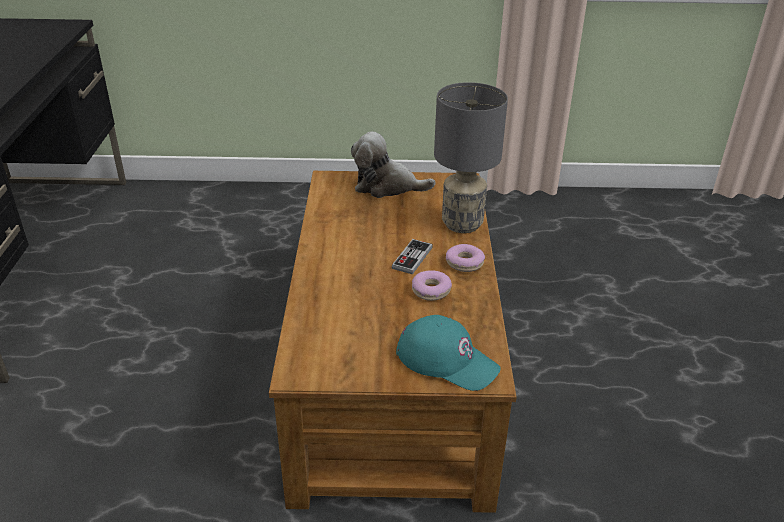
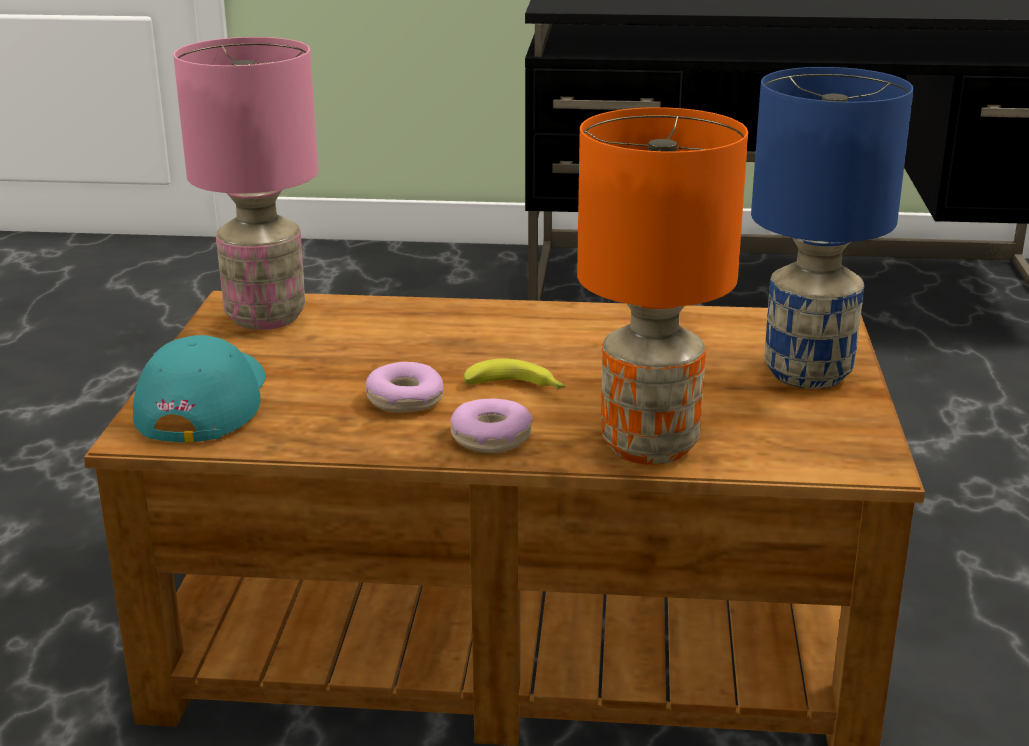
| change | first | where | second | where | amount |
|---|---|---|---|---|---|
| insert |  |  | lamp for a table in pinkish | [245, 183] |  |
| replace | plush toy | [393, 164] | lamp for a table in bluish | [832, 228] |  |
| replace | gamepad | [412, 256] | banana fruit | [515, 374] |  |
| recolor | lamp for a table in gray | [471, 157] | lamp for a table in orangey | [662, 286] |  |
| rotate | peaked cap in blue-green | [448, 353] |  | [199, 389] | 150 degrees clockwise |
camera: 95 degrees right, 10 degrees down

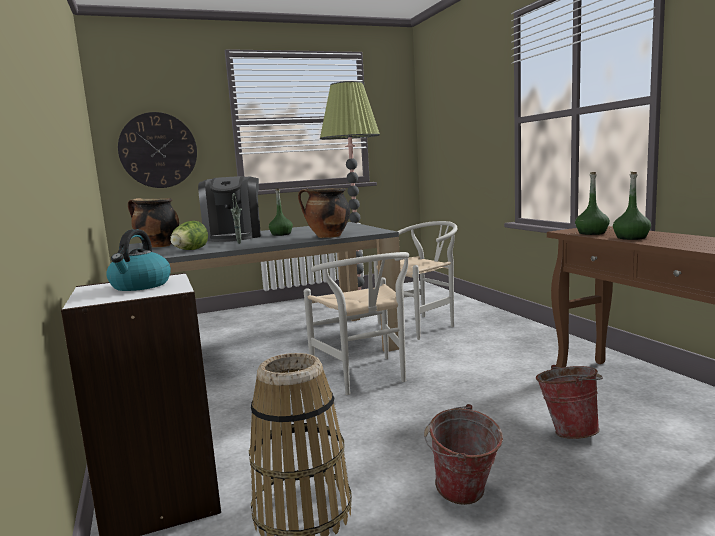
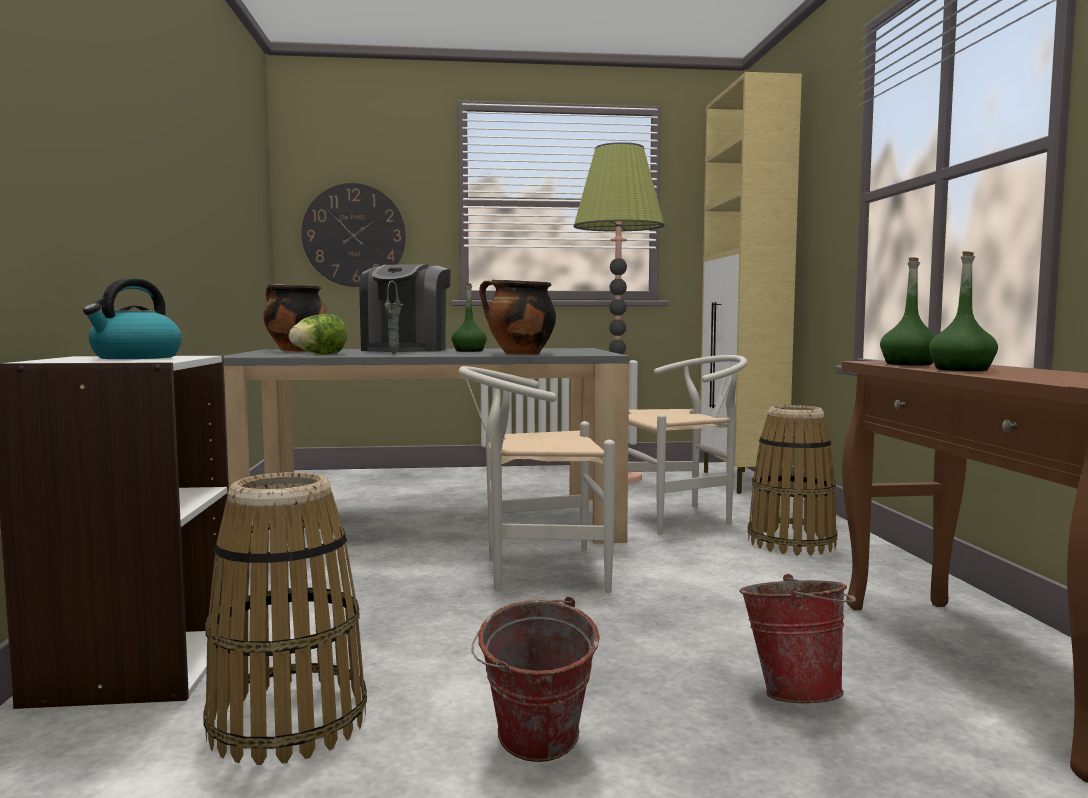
| change | first | where | second | where | amount |
|---|---|---|---|---|---|
| insert |  |  | storage cabinet in sand-coloured | [751, 283] |  |
| insert |  |  | storage basket | [792, 480] |  |
| rotate | upright chair in white | [356, 323] |  | [537, 479] | 90 degrees clockwise |
camera: 15 degrees right, 5 degrees down

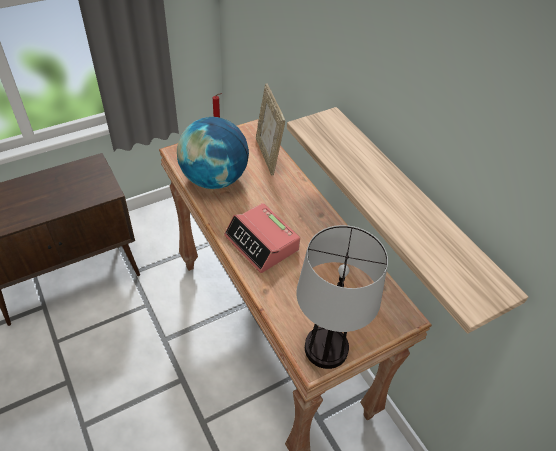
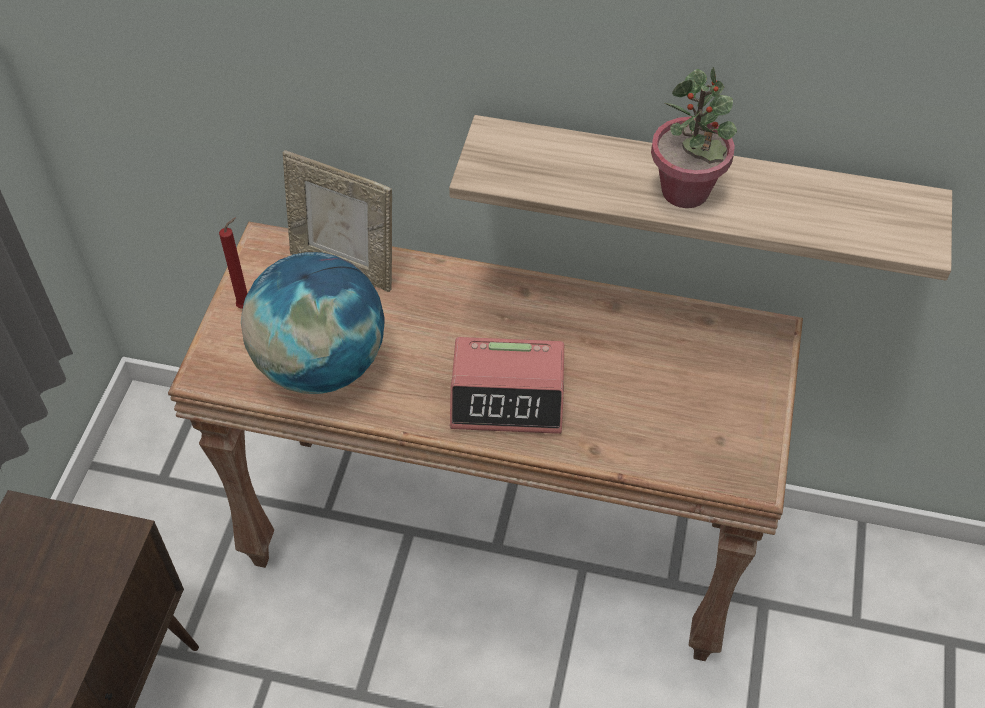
| change | first | where | second | where | amount |
|---|---|---|---|---|---|
| delete | lamp for a table | [342, 297] |  |  |  |
| insert |  |  | houseplant | [694, 137] |  |
camera: 45 degrees left, 5 degrees up

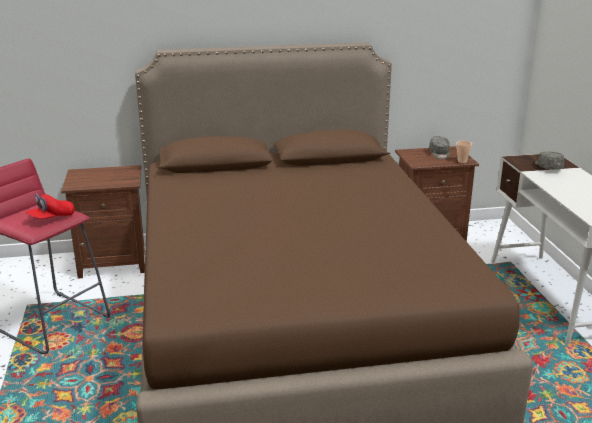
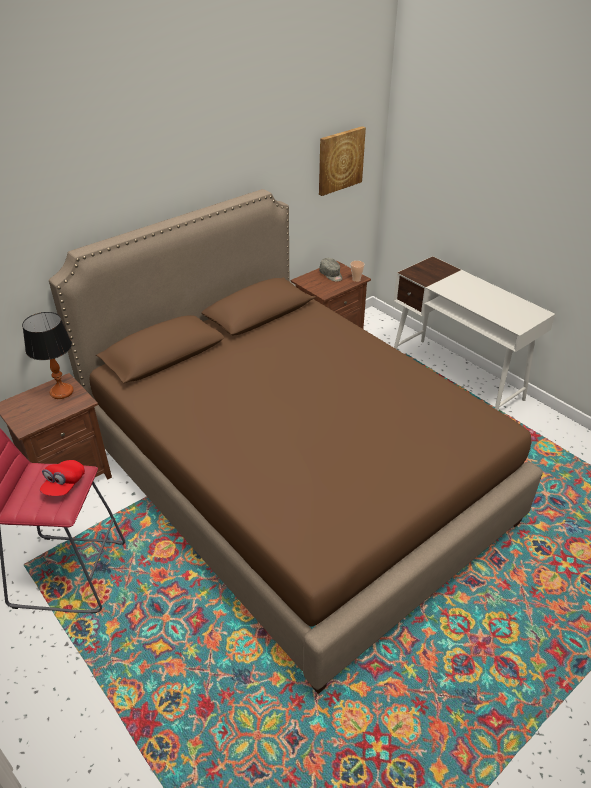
| change | first | where | second | where | amount |
|---|---|---|---|---|---|
| delete | peaked cap in gray | [549, 160] |  |  |  |
| insert |  |  | lamp for a table | [48, 355] |  |
| insert |  |  | wall picture | [342, 161] |  |
camera: 30 degrees left, 15 degrees up

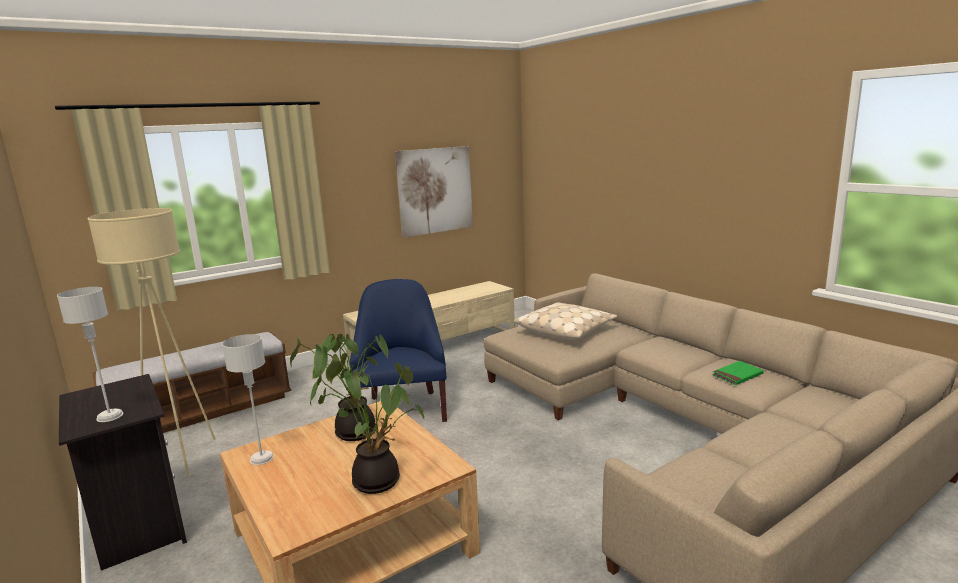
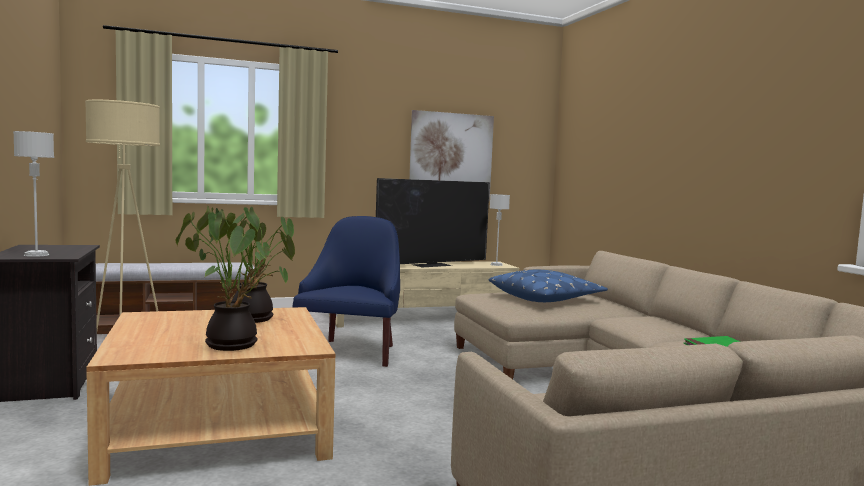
| change | first | where | second | where | amount |
|---|---|---|---|---|---|
| insert |  |  | TV set | [433, 223] |  |
| move | lamp for a table in gray | [248, 399] |  | [500, 230] |  |
| recolor | pillow in sand-coloured | [565, 321] | pillow in bluish | [548, 286] |  |
camera: 15 degrees right, 10 degrees down

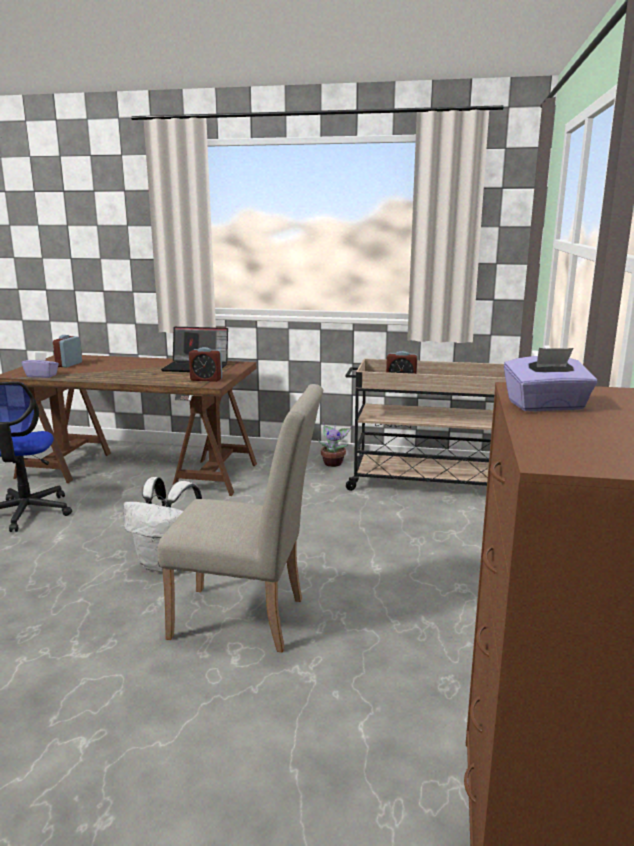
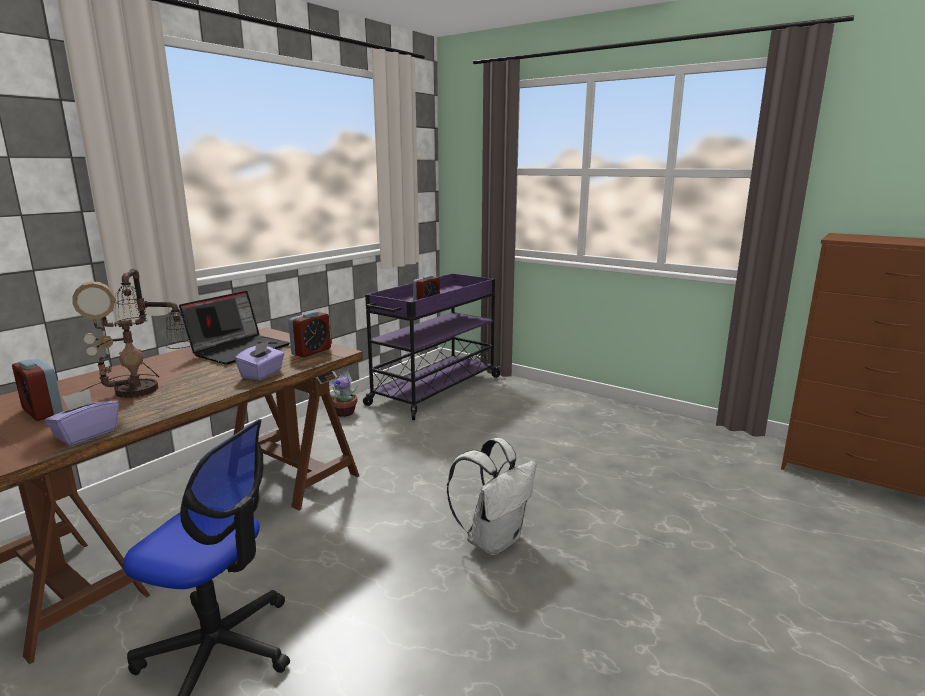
| change | first | where | second | where | amount |
|---|---|---|---|---|---|
| delete | upright chair in sand-coloured | [240, 518] |  |  |  |
| insert |  |  | lamp for a table | [133, 333] |  |
| move | tissue holder in purplish | [550, 380] |  | [259, 360] |  |
| recolor | trolley in sand-coloured | [425, 425] | trolley in purplish | [431, 346] |  |
camera: 65 degrees left, 0 degrees up

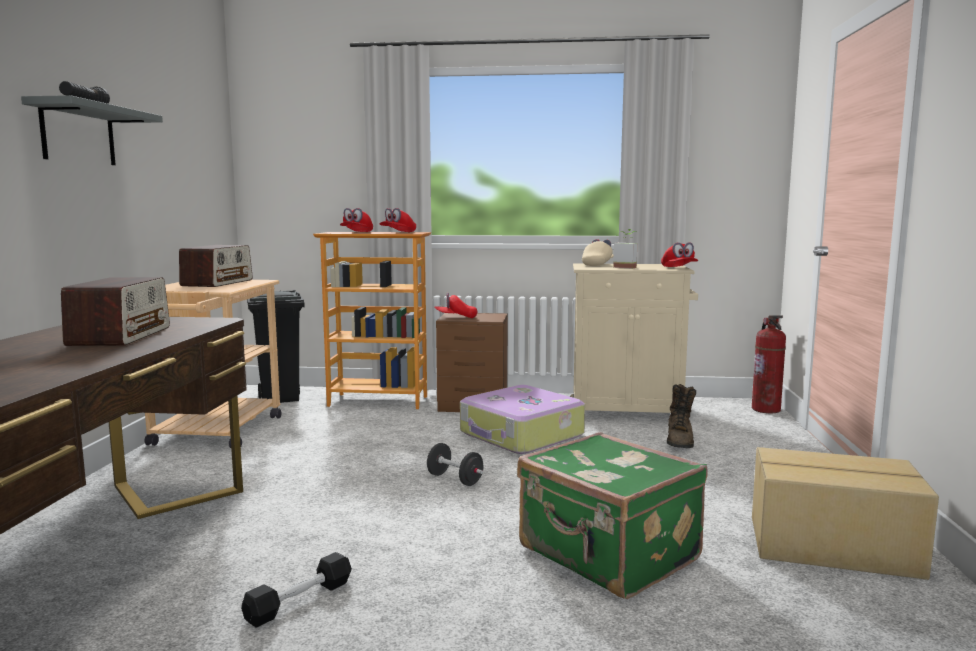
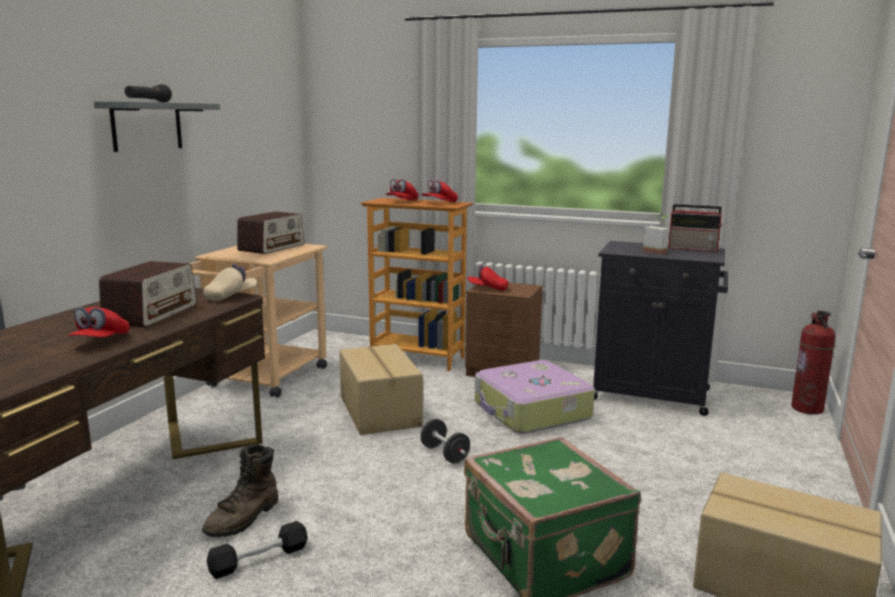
| change | first | where | second | where | amount |
|---|---|---|---|---|---|
| delete | waste bin in black | [276, 346] |  |  |  |
| insert |  |  | cardboard box | [381, 389] |  |
| insert |  |  | radio set | [695, 228] |  |
| move | peaked cap in sand-coloured | [598, 252] |  | [230, 282] |  |
| move | peaked cap in red-coloured | [679, 254] |  | [98, 322] |  |
| move | tall boot in brown-coloured | [681, 416] |  | [240, 490] |  |
| recolor | storage cabinet in sand-coloured | [634, 338] | storage cabinet in black | [660, 328] |  |
camera: 15 degrees right, 5 degrees up

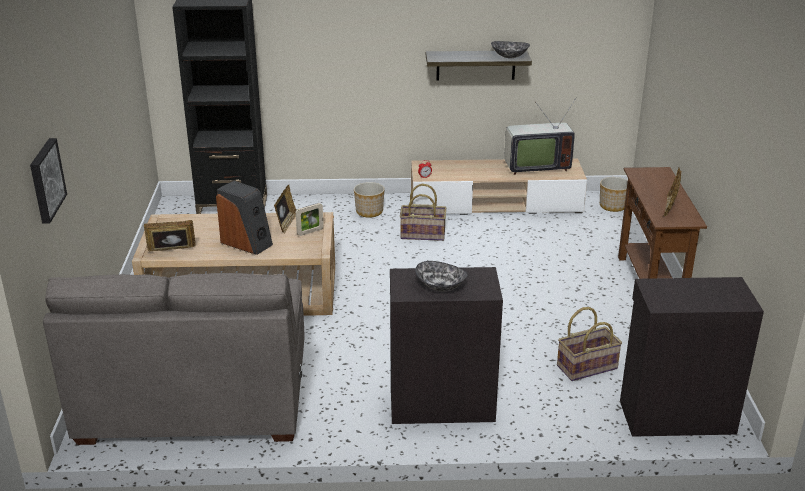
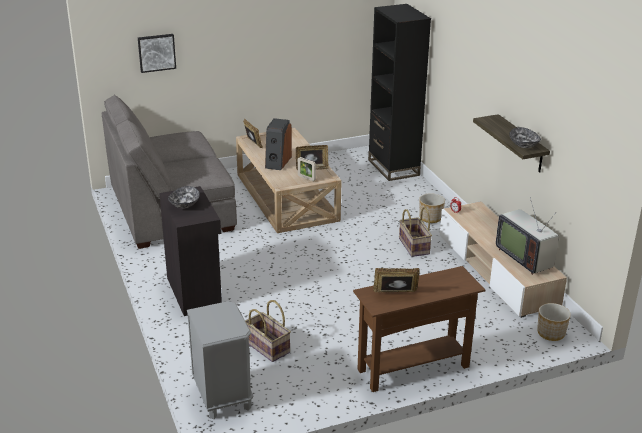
| change | first | where | second | where | amount |
|---|---|---|---|---|---|
| replace | storage cabinet in black | [692, 357] | nightstand in gray | [220, 360] |  |
camera: 70 degrees right, 0 degrees up

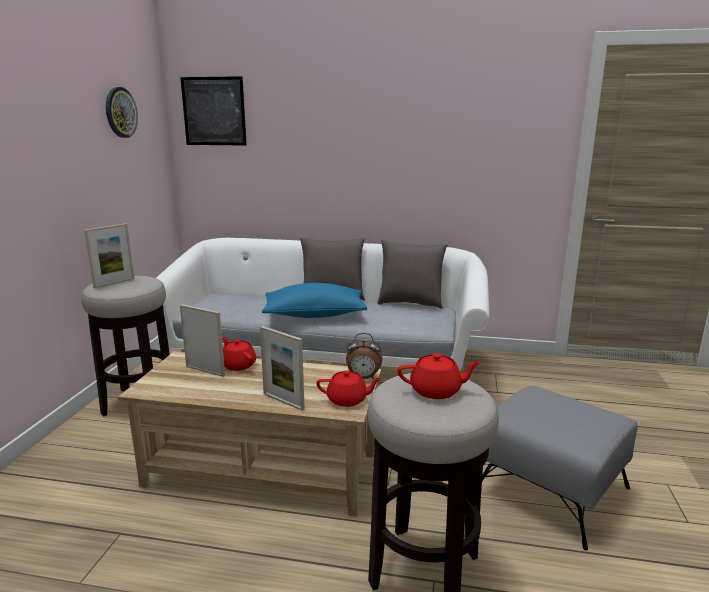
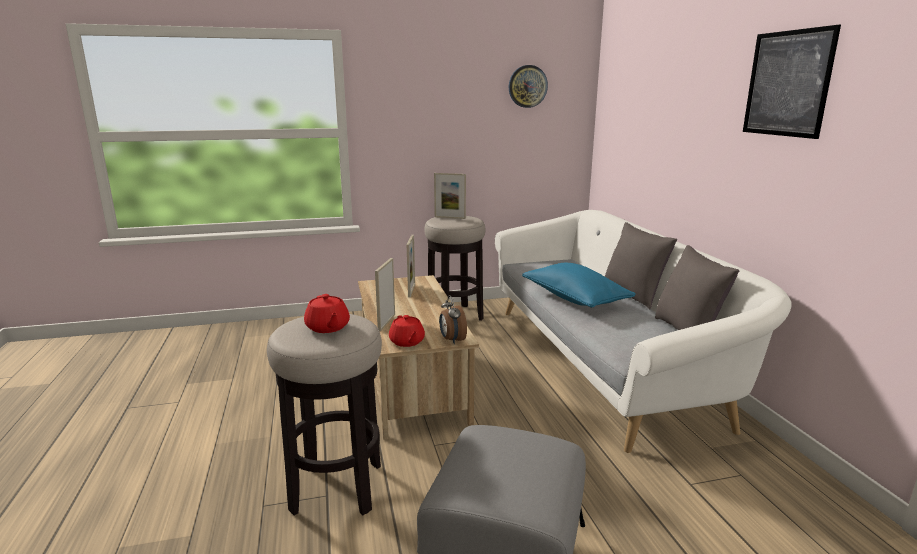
| change | first | where | second | where | amount |
|---|---|---|---|---|---|
| delete | tea pot in red-coloured | [239, 354] |  |  |  |
| move | wall picture | [213, 111] |  | [792, 82] |  |
camera: 65 degrees right, 0 degrees up

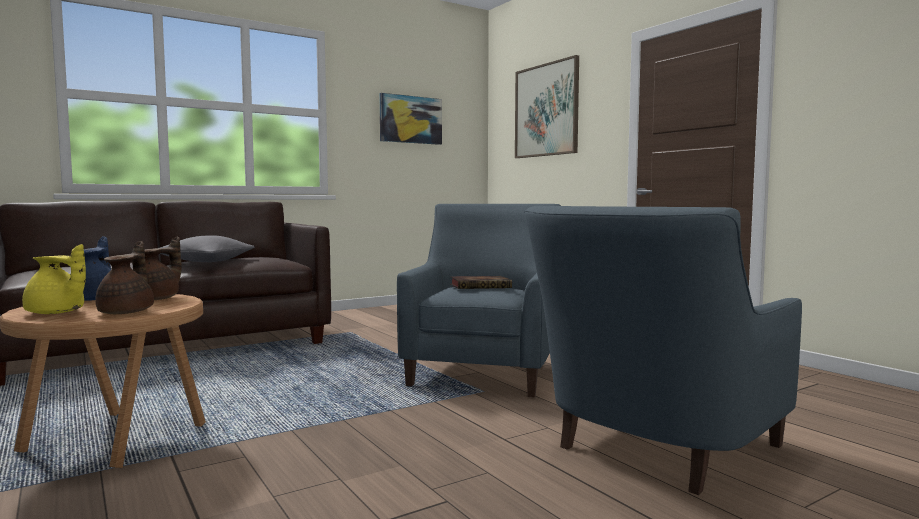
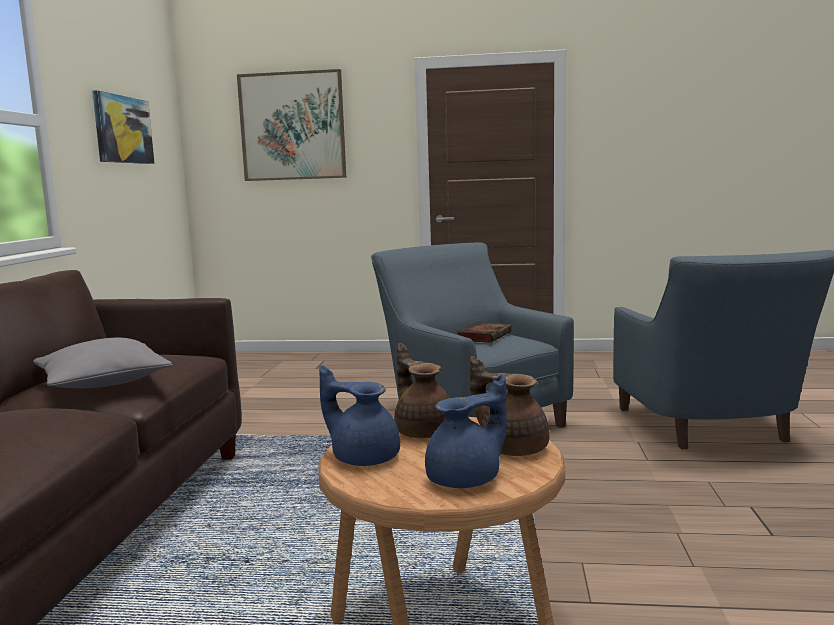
| change | first | where | second | where | amount |
|---|---|---|---|---|---|
| recolor | tea pot in yellowish | [54, 279] | tea pot in bluish | [466, 431] |  |
camera: 50 degrees left, 5 degrees up

